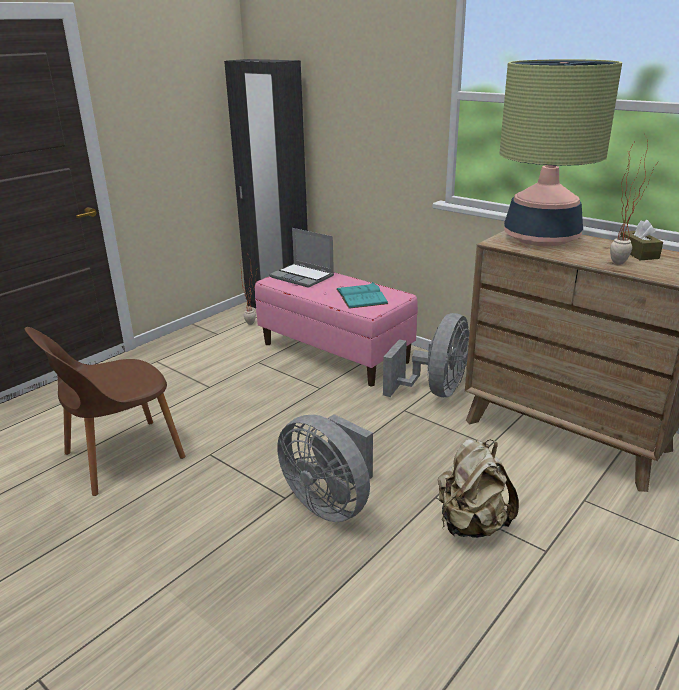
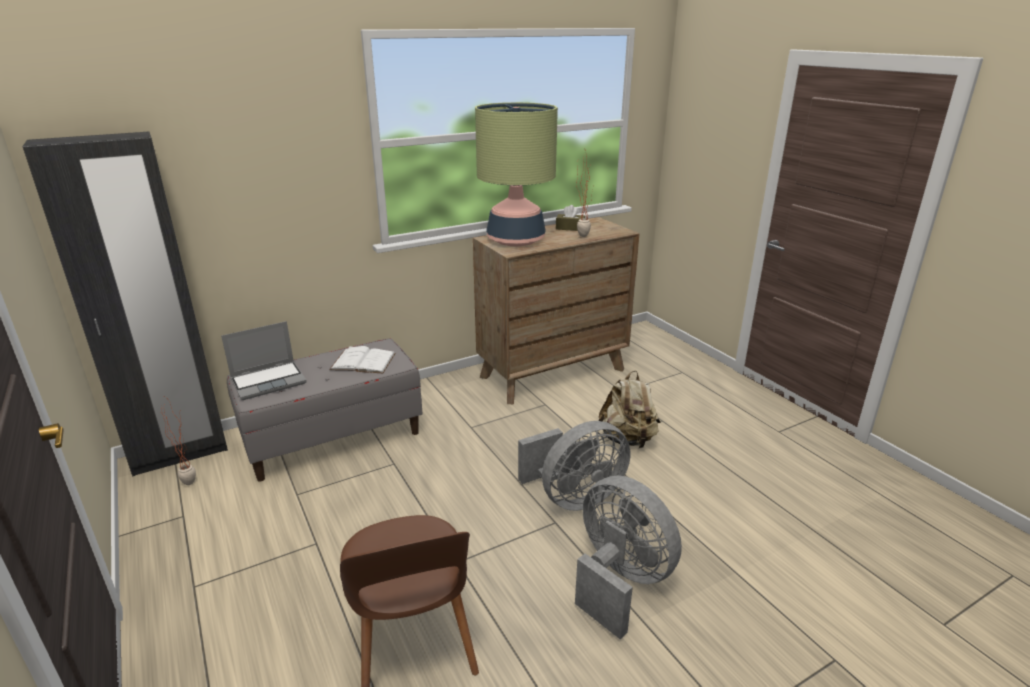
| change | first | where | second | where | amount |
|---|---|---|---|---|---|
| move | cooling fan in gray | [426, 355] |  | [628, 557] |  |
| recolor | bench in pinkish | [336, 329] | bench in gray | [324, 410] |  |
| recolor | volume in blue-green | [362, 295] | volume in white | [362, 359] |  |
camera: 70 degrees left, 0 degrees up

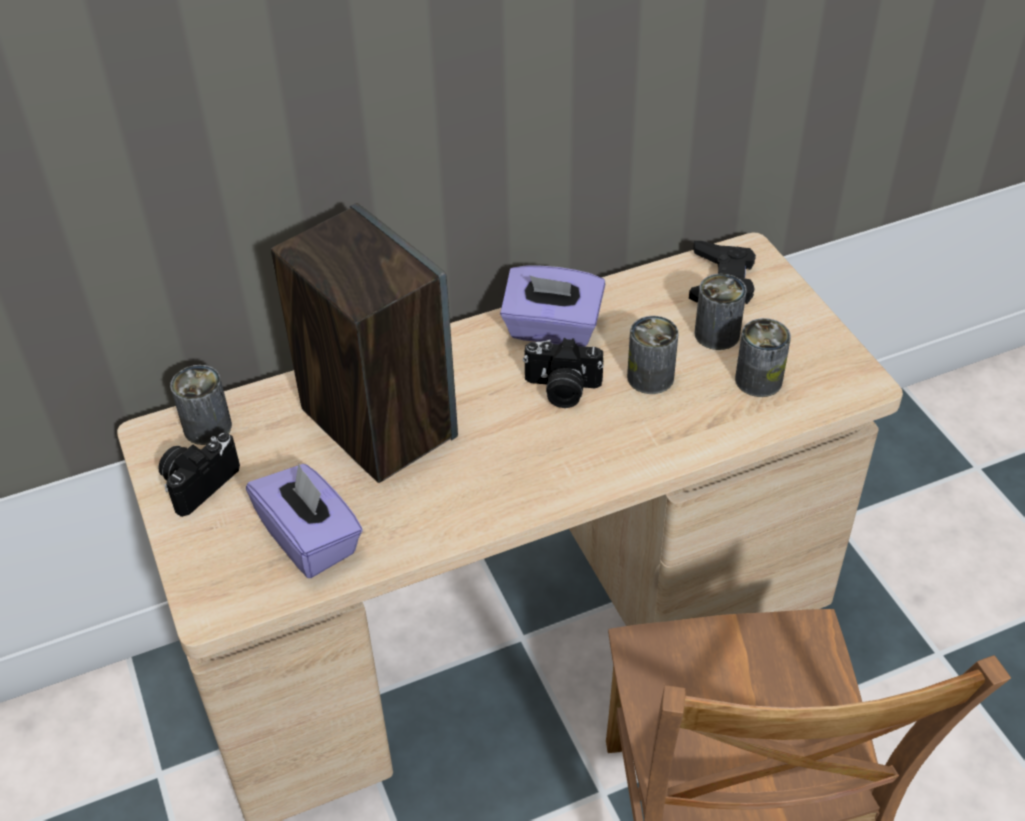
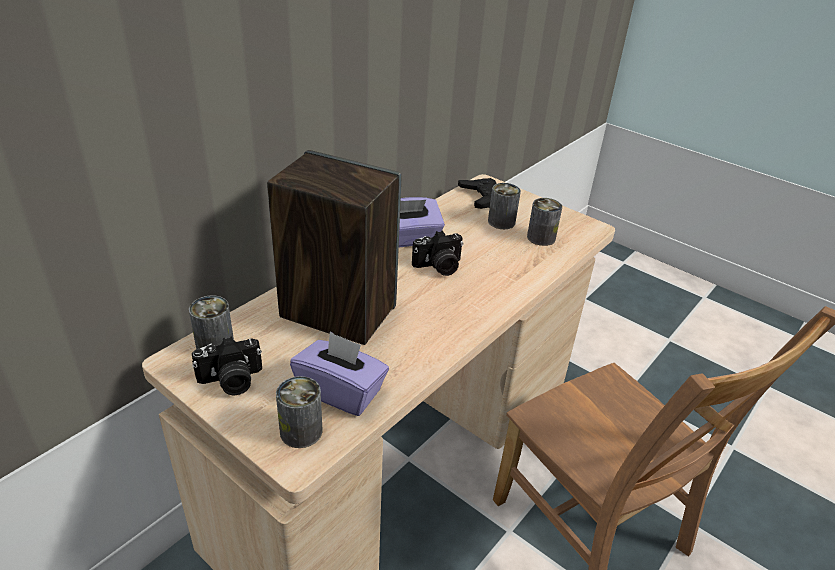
| change | first | where | second | where | amount |
|---|---|---|---|---|---|
| move | sealed can | [652, 355] |  | [299, 412] |  |
| rotate | photo camera | [199, 474] |  | [227, 365] | 120 degrees counterclockwise |
camera: 30 degrees left, 10 degrees down

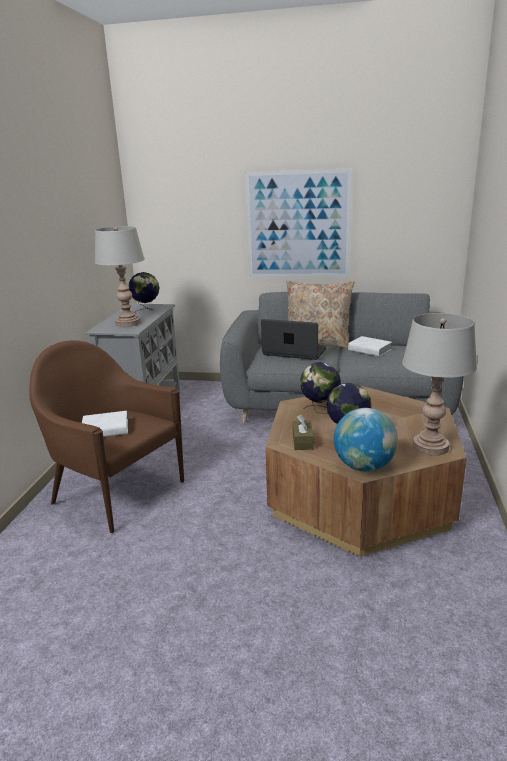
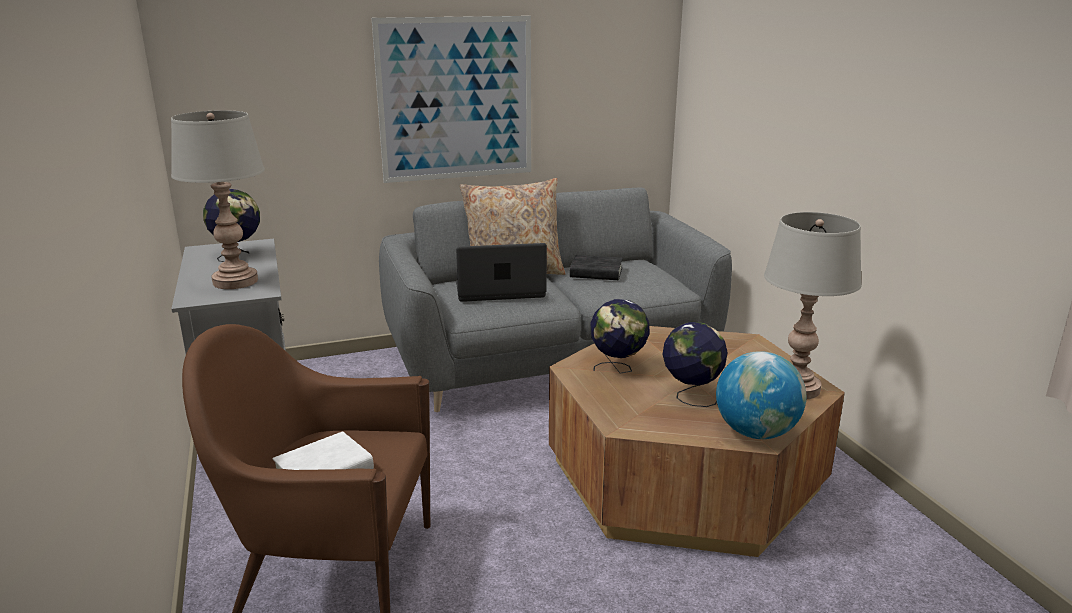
| change | first | where | second | where | amount |
|---|---|---|---|---|---|
| delete | tissue holder in brown-coloured | [303, 432] |  |  |  |
| recolor | volume in white | [370, 346] | volume in black | [596, 267] |  |
camera: 30 degrees left, 0 degrees up

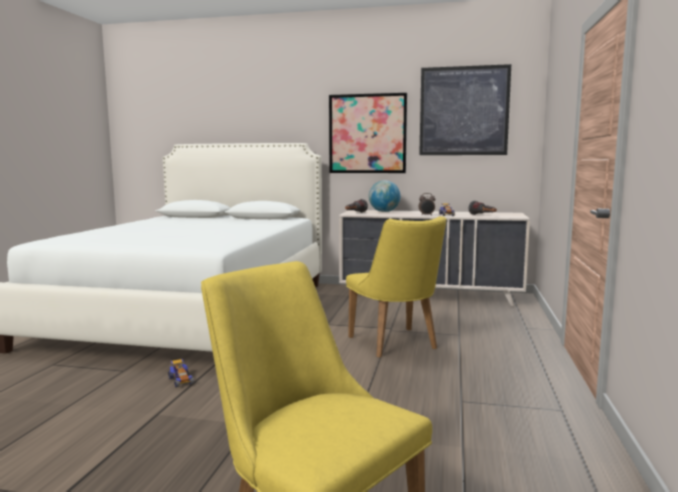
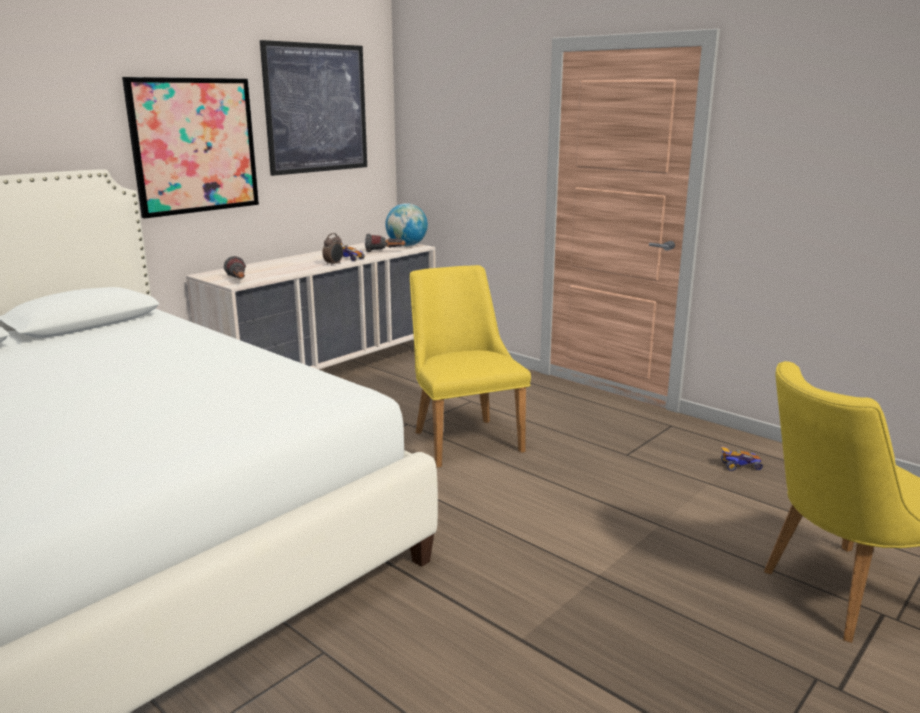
| change | first | where | second | where | amount |
|---|---|---|---|---|---|
| move | model car | [181, 373] |  | [742, 458] |  |
| move | world globe | [384, 196] |  | [406, 224] |  |
| rotate | upright chair in yellowish | [396, 287] |  | [470, 366] | 120 degrees counterclockwise |
camera: 60 degrees left, 10 degrees up

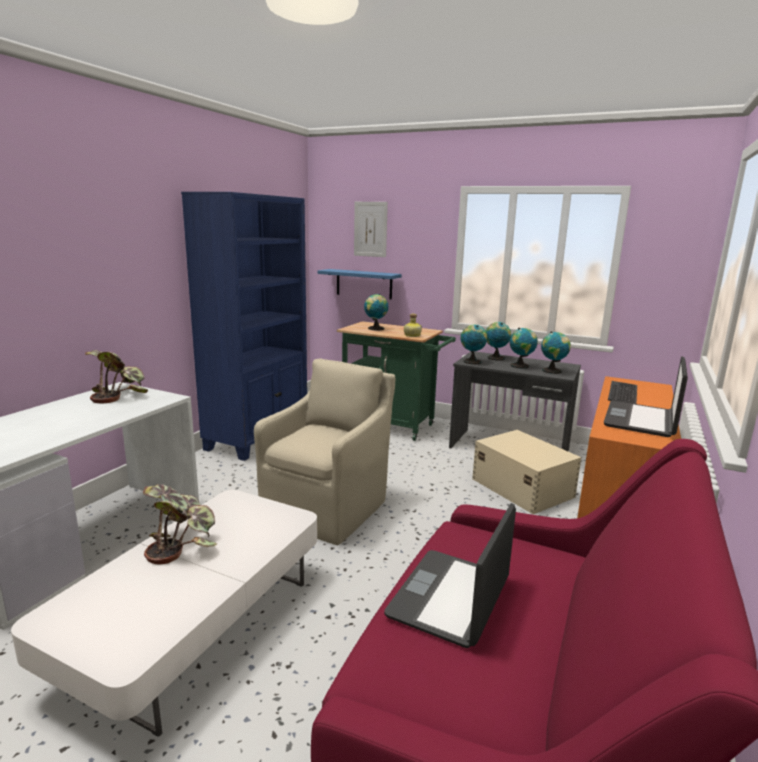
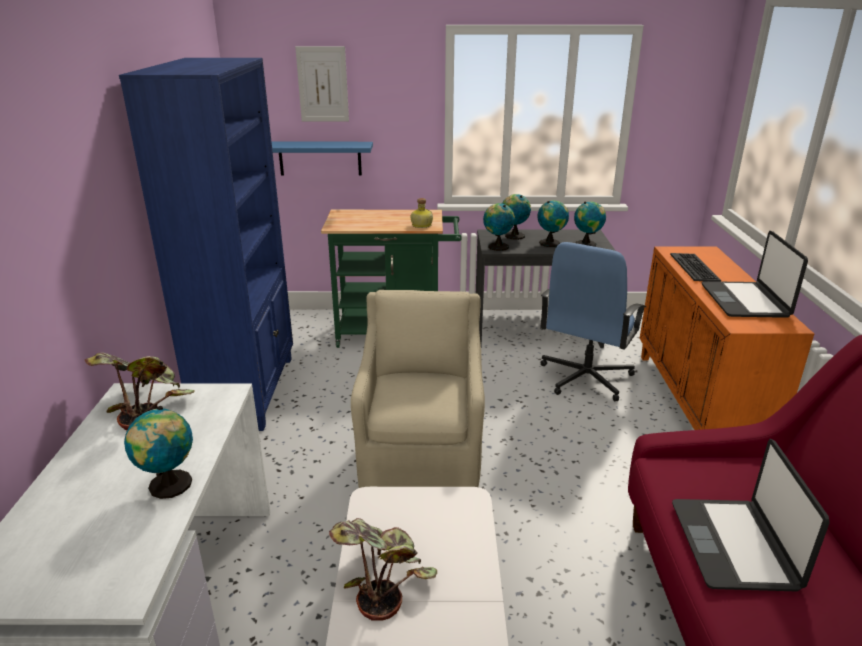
| change | first | where | second | where | amount |
|---|---|---|---|---|---|
| move | world globe | [376, 312] |  | [158, 452] |  |
| replace | storage bin in sand-coloured | [526, 472] | computer chair in bluish | [593, 321] |  |
camera: 25 degrees left, 10 degrees up

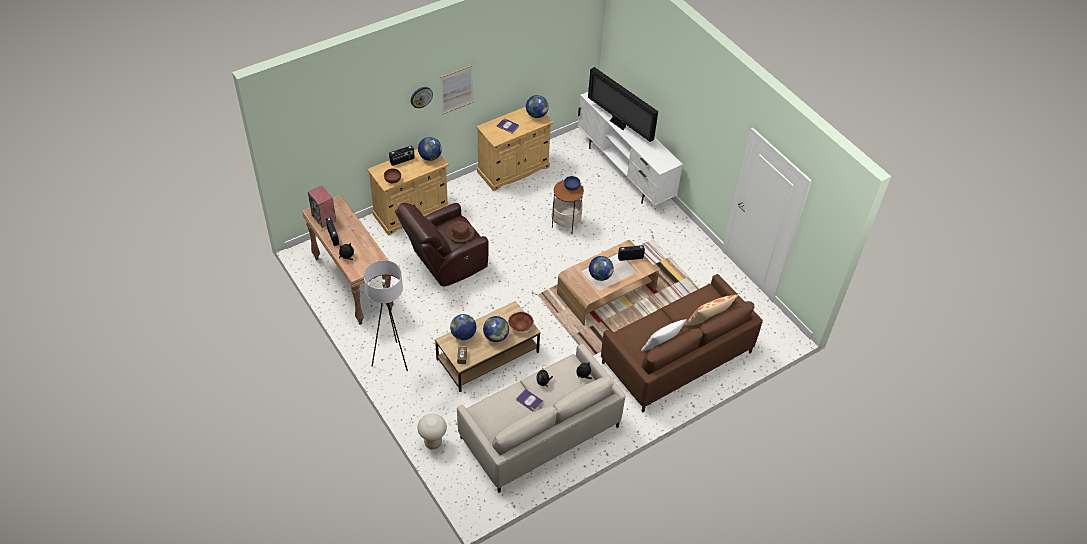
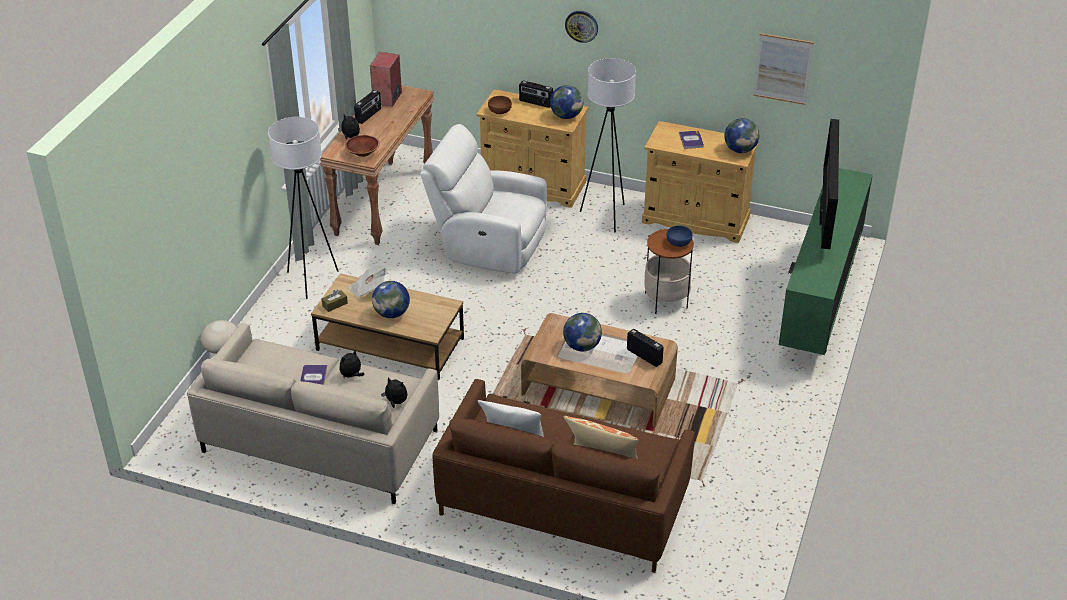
| change | first | where | second | where | amount |
|---|---|---|---|---|---|
| delete | clothing hat in brown-coloured | [460, 232] |  |  |  |
| insert |  |  | floor lamp in white | [608, 145] |  |
| move | wall picture | [457, 90] |  | [783, 69] |  |
| move | bowl in brown-coloured | [521, 322] |  | [362, 146] |  |
| replace | world globe | [463, 327] | daily paper | [368, 281] |  |
| recolor | lounge chair in brown-coloured | [442, 245] | lounge chair in white | [483, 199] |  |
| recolor | tv unit in white | [630, 149] | tv unit in green | [826, 261] |  |
camera: 55 degrees right, 10 degrees down

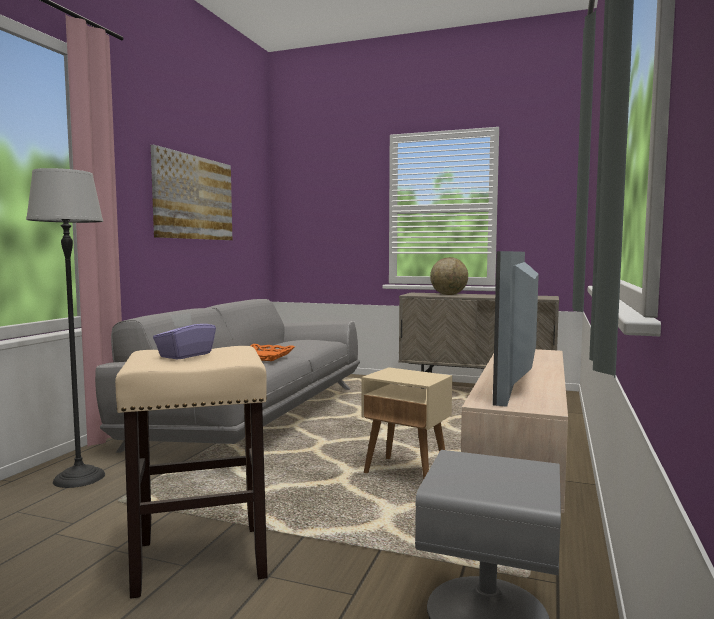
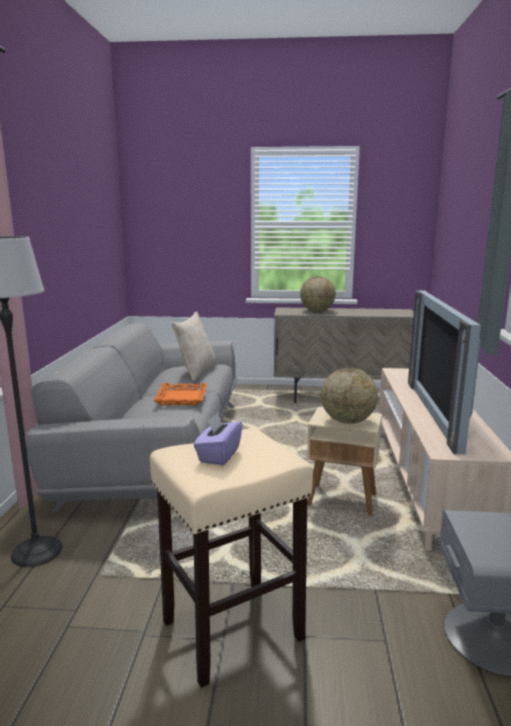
| change | first | where | second | where | amount |
|---|---|---|---|---|---|
| delete | wall picture | [191, 192] |  |  |  |
| insert |  |  | pillow in sand-coloured | [194, 346] |  |
| insert |  |  | world globe | [349, 396] |  |
camera: 15 degrees left, 10 degrees up

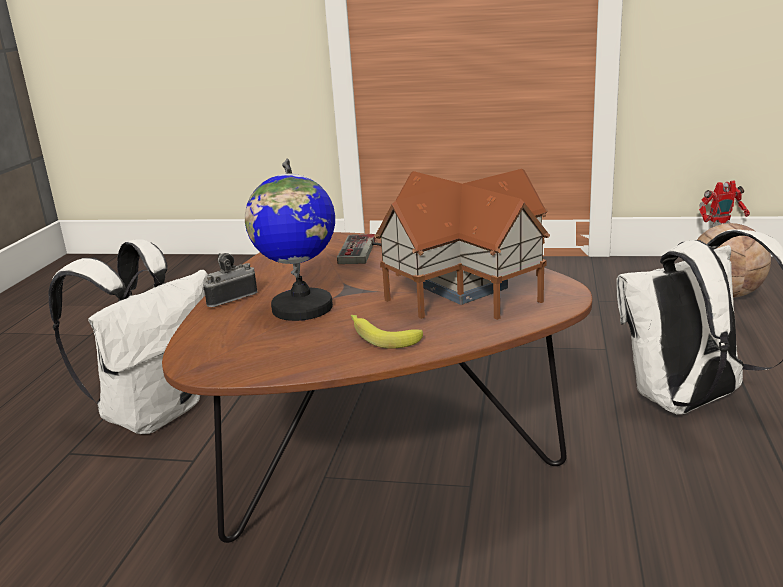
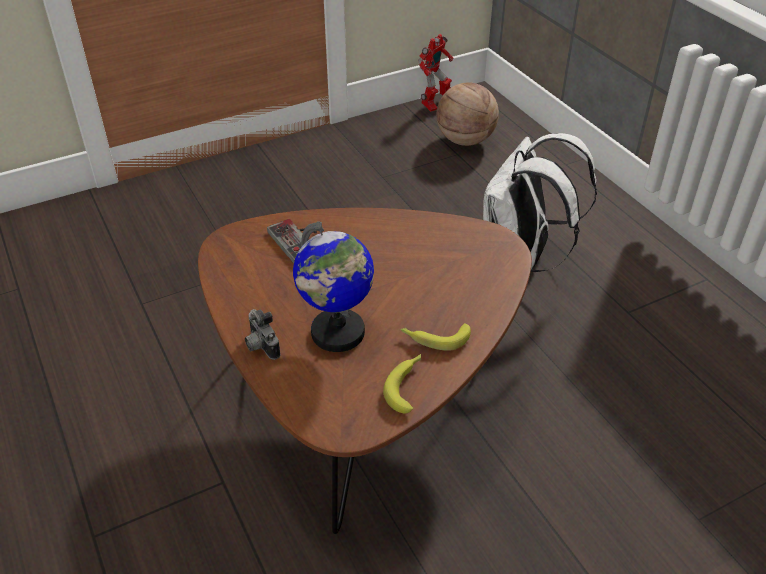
| change | first | where | second | where | amount |
|---|---|---|---|---|---|
| delete | rucksack in white | [128, 336] |  |  |  |
| delete | model house | [462, 244] |  |  |  |
| insert |  |  | banana fruit | [402, 384] |  |
| rotate | photo camera | [230, 280] |  | [263, 334] | 45 degrees counterclockwise |
camera: 40 degrees left, 20 degrees up

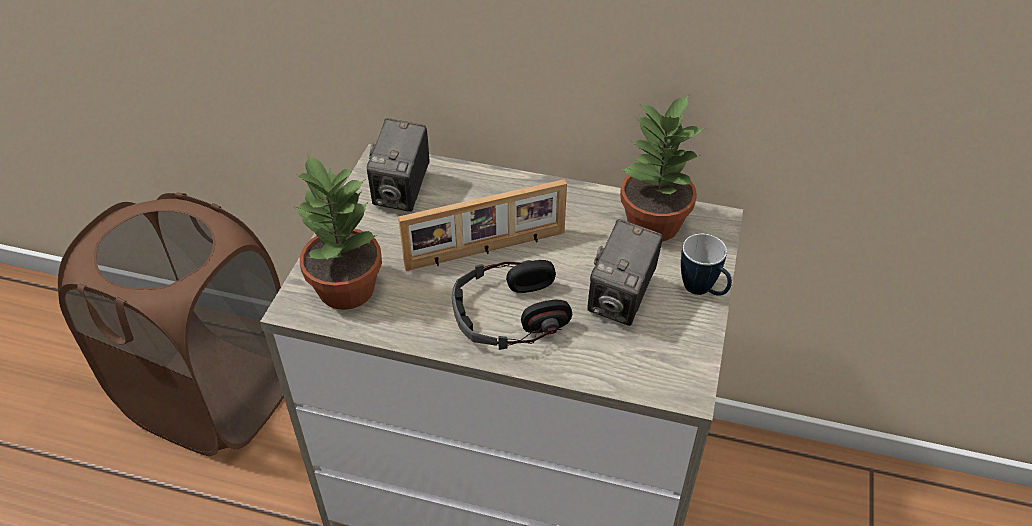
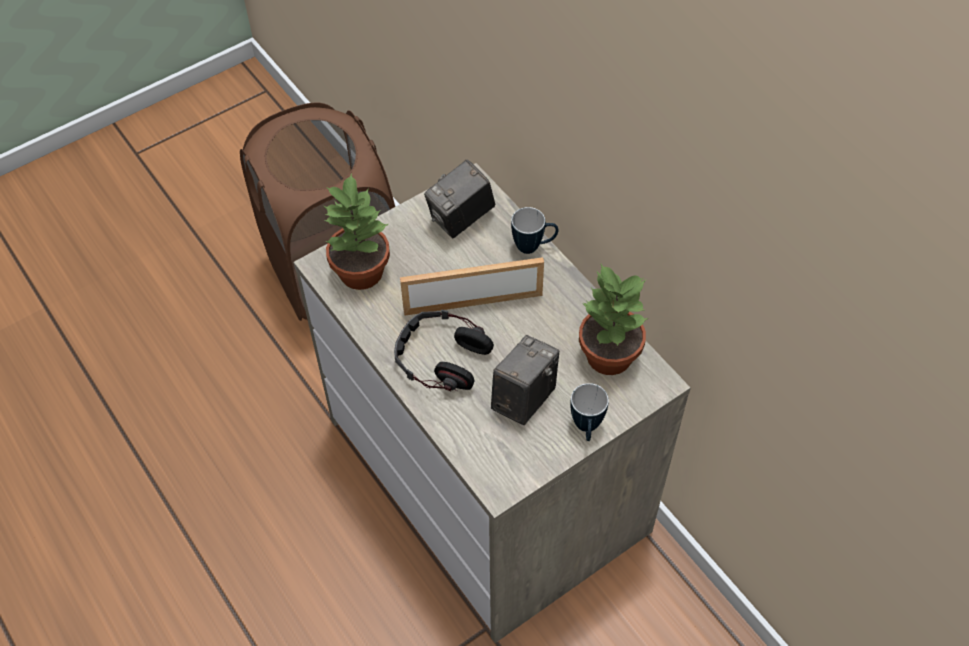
| change | first | where | second | where | amount |
|---|---|---|---|---|---|
| insert |  |  | mug | [535, 230] |  |
| rotate | picture frame | [482, 225] |  | [472, 286] | 150 degrees clockwise |
| rotate | photo camera | [625, 272] |  | [525, 380] | 150 degrees clockwise |
camera: 40 degrees right, 10 degrees up

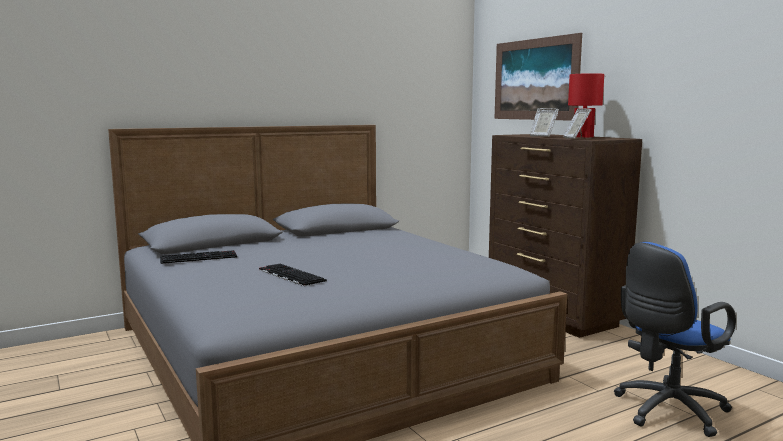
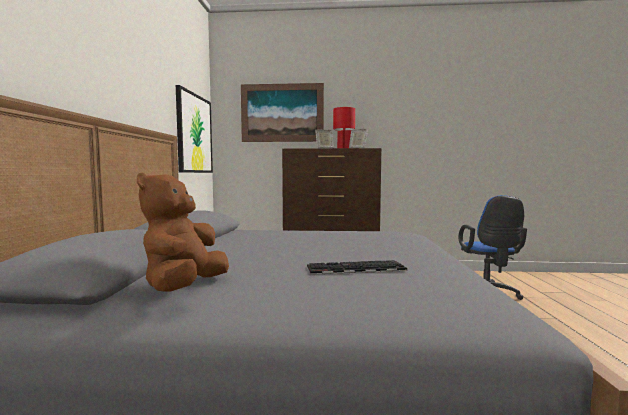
| change | first | where | second | where | amount |
|---|---|---|---|---|---|
| insert |  |  | wall picture | [194, 129] |  |
| replace | PC keyboard | [198, 257] | plush toy in brown-coloured | [183, 232] |  |
camera: 55 degrees left, 5 degrees down

